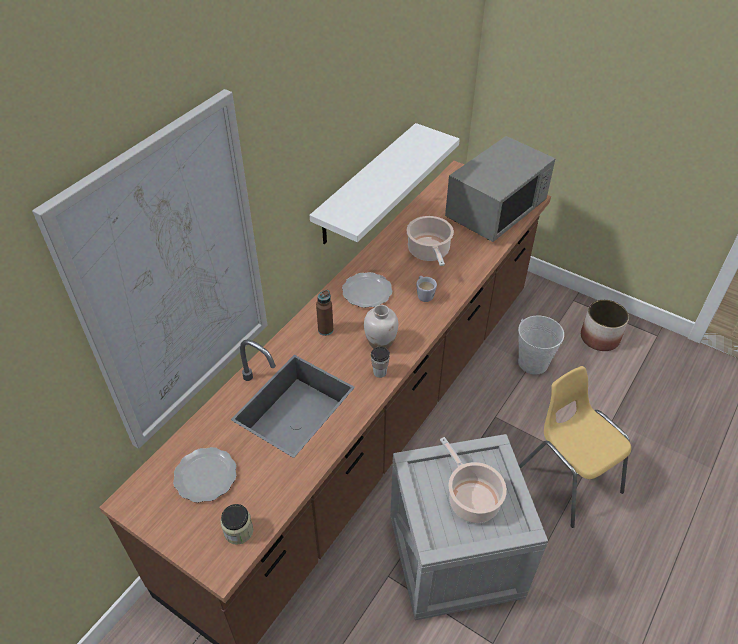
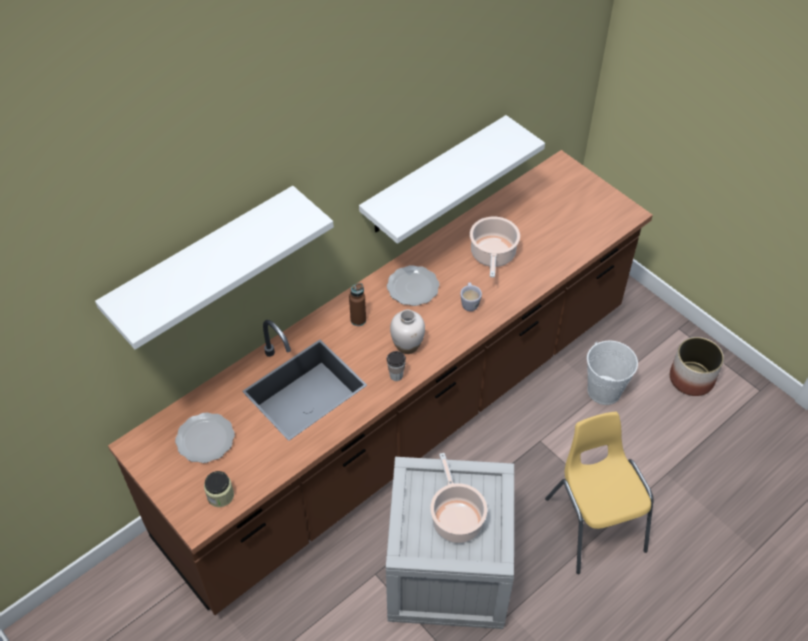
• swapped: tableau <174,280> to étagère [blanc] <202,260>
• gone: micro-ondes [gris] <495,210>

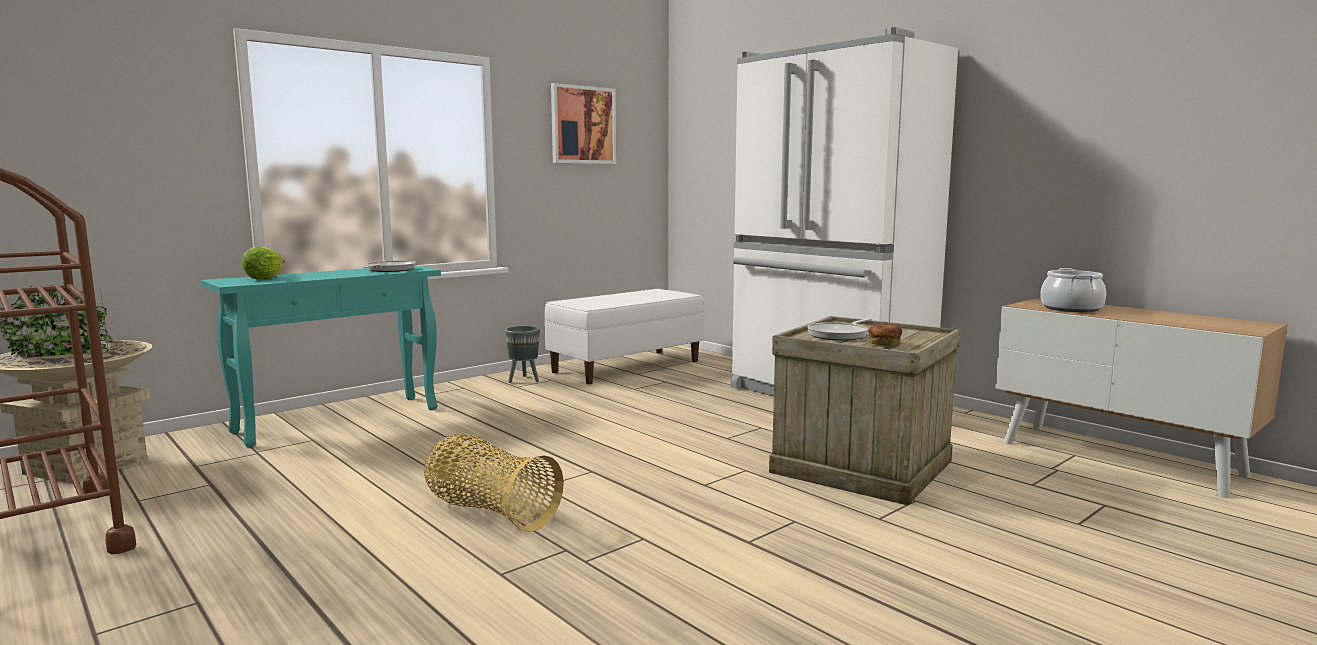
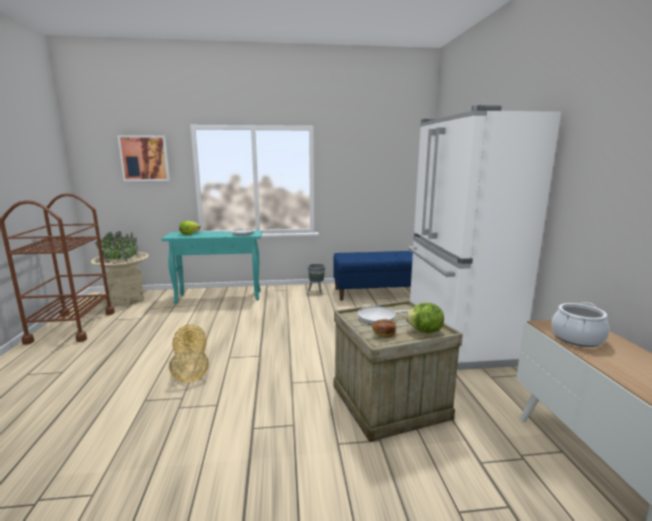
• shifted: tableau <583,125> to <144,158>
• repainted: banc [blanc] <627,366> to banc [bleu] <376,292>
• new: laitue <424,331>

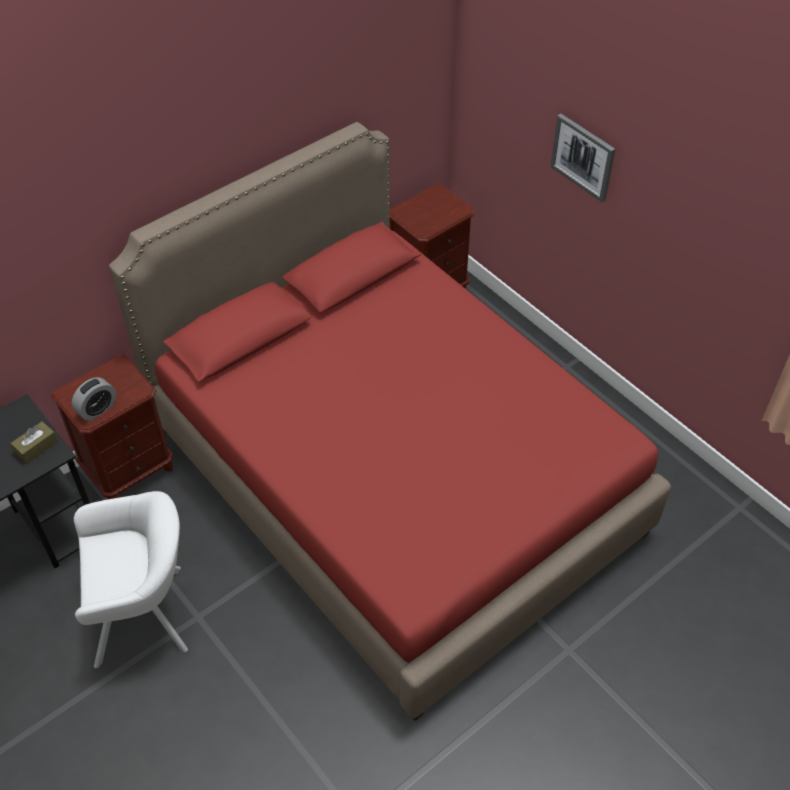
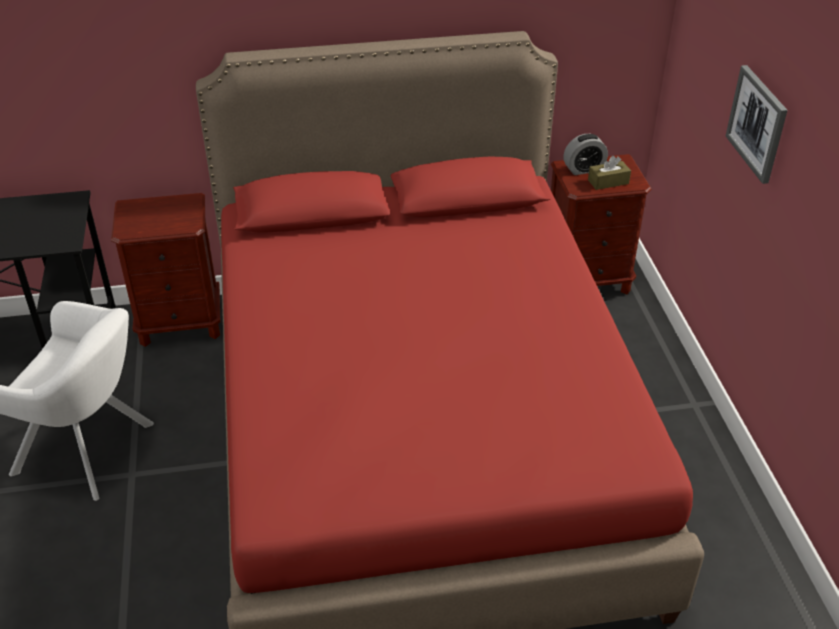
• shifted: réveil <97,409> to <583,169>
• shifted: boîte à mouchoirs [marron] <36,447> to <608,182>

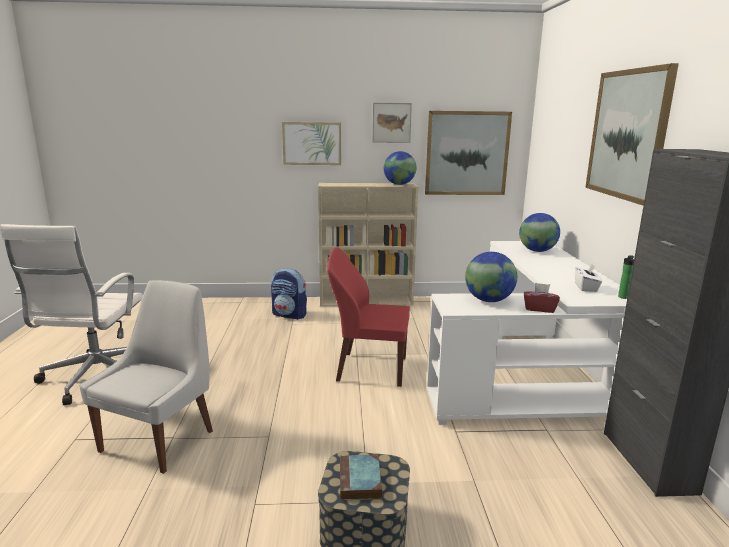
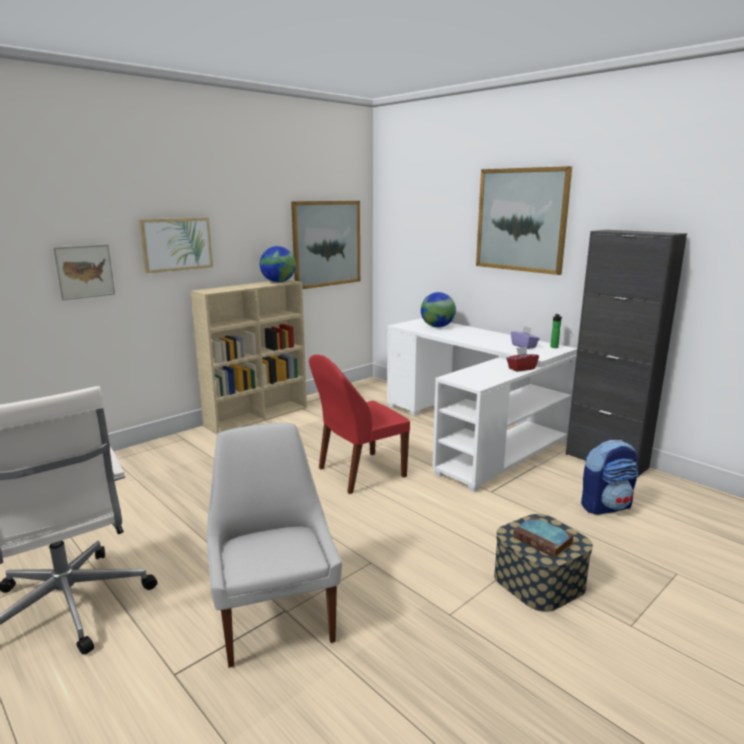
• shifted: tableau <391,122> to <84,271>
• gone: globe <488,300>
• repainted: boîte à mouchoirs [blanc] <586,288> to boîte à mouchoirs [violet] <524,346>
• shifted: sac à dos <290,315> to <606,506>

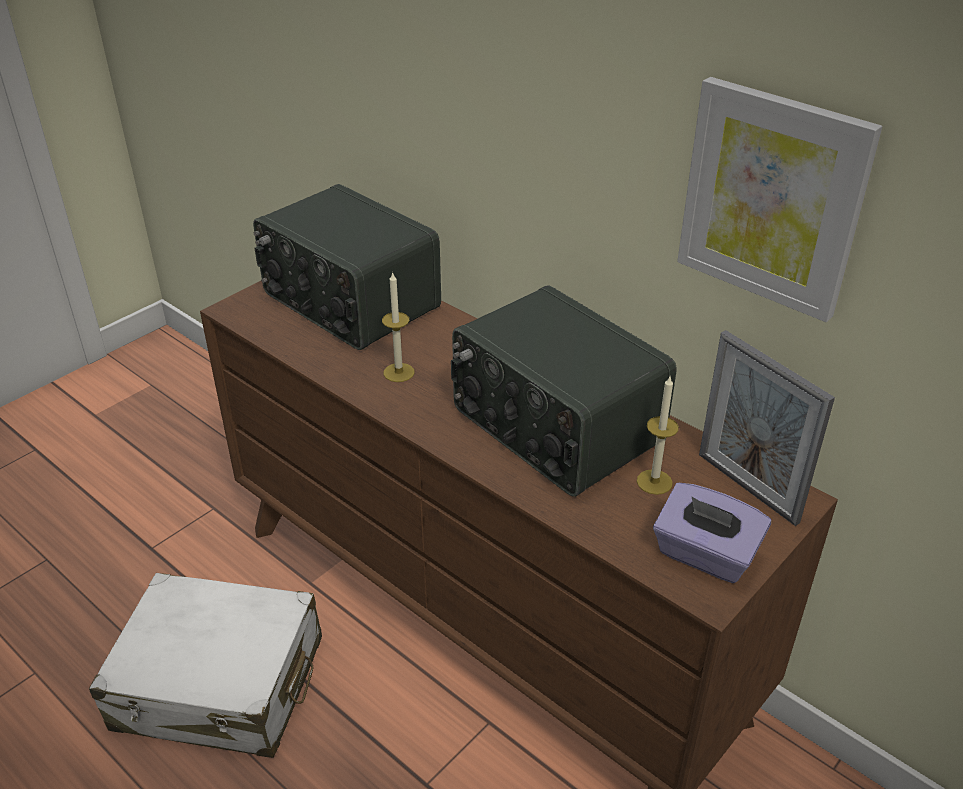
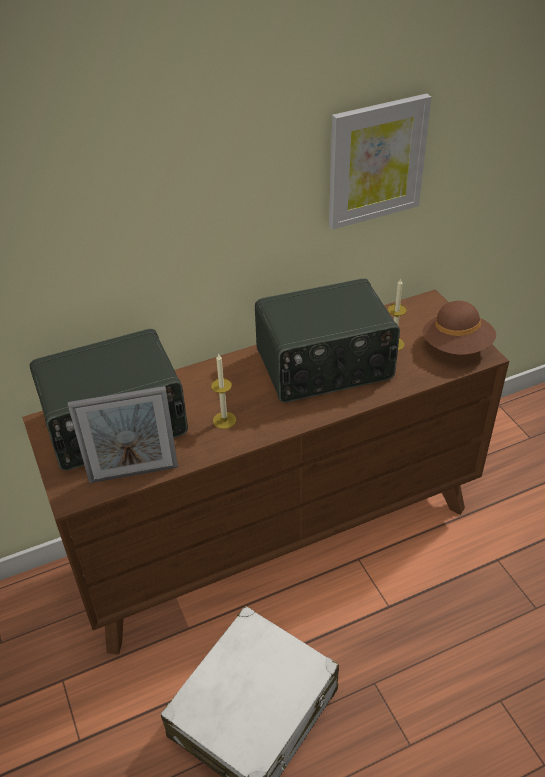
• shifted: cadre photo <747,487> to <133,473>
• swapped: boîte à mouchoirs [violet] <705,555> to chapeau [marron] <456,346>

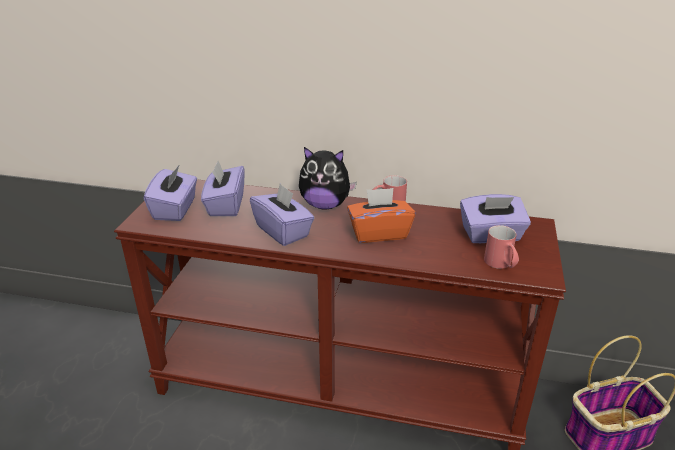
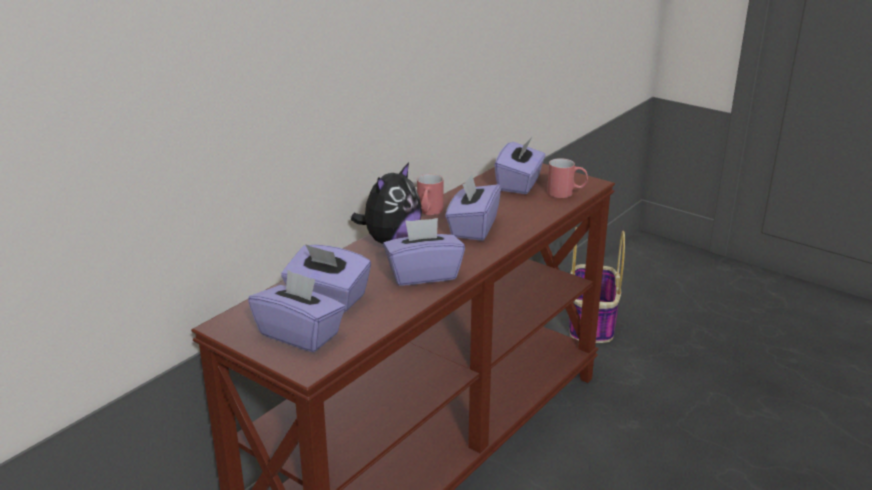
• repainted: boîte à mouchoirs [orange] <379,233> to boîte à mouchoirs [violet] <472,228>

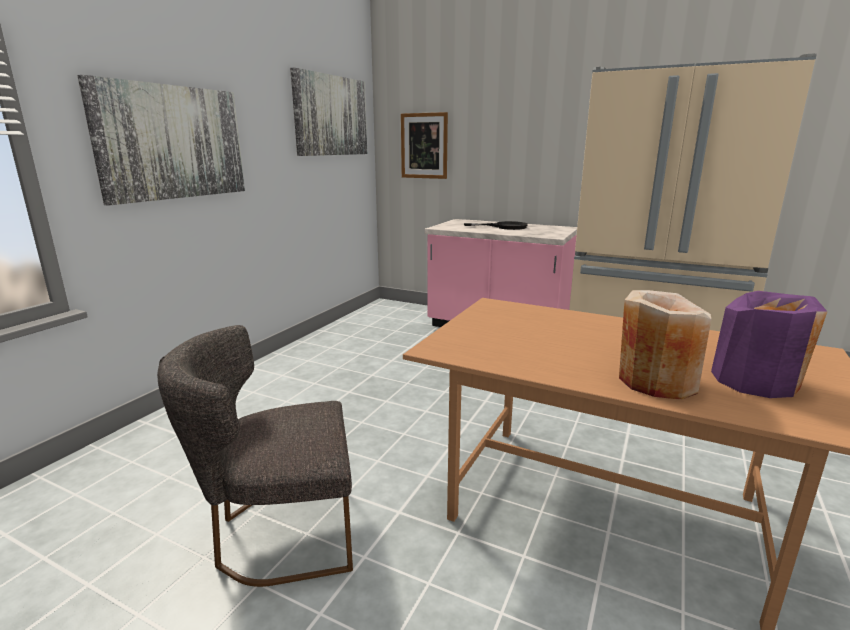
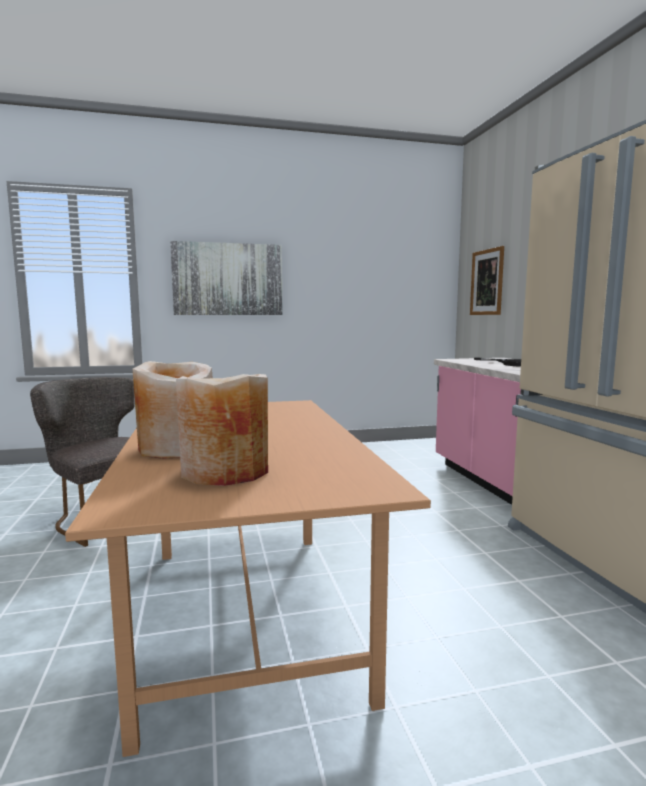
• gone: tableau <331,116>
• repainted: vase [violet] <756,380> to vase [beige] <225,471>

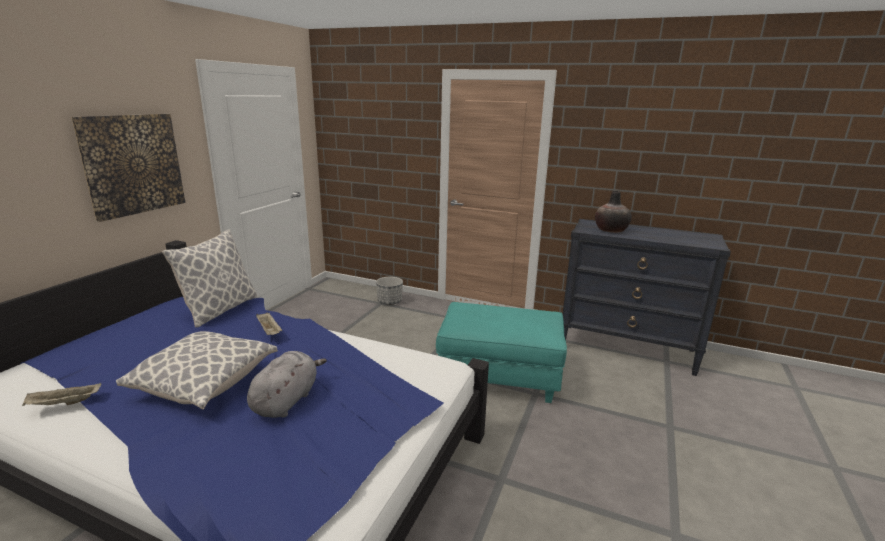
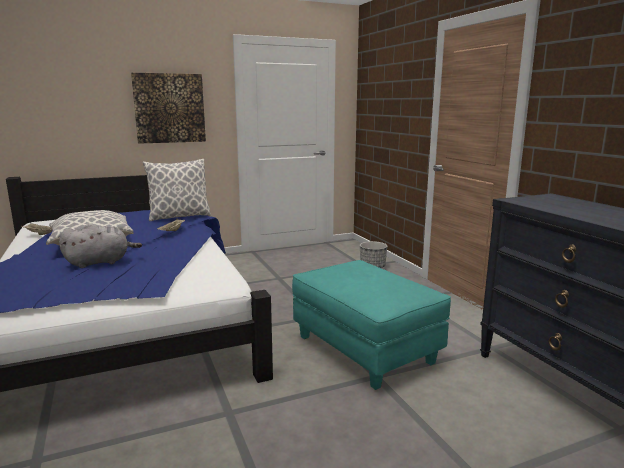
• gone: vase <610,230>

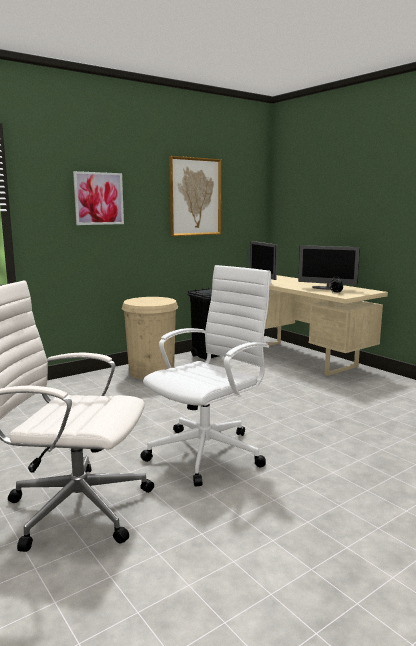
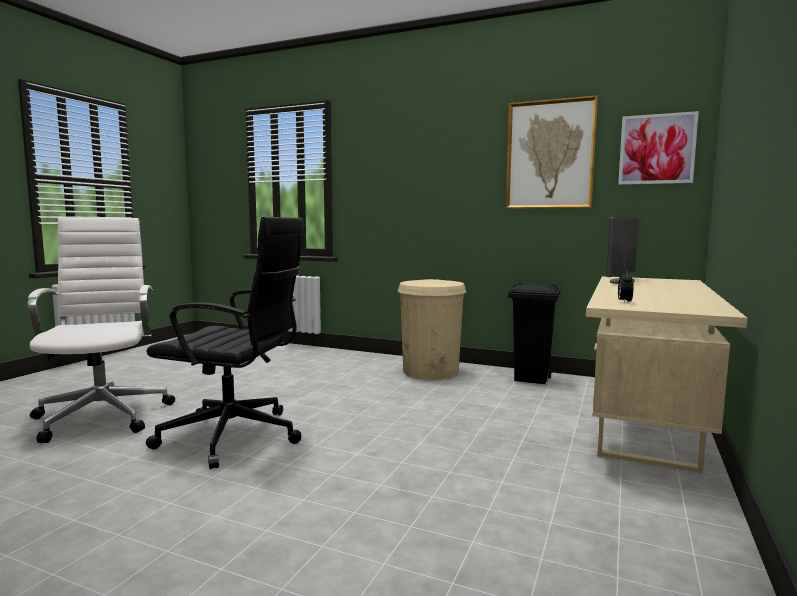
• shifted: tableau <98,198> to <657,149>
• gone: écran d'ordinateur <327,288>
• repainted: chaise de bureau [blanc] <208,452> to chaise de bureau [noir] <235,437>

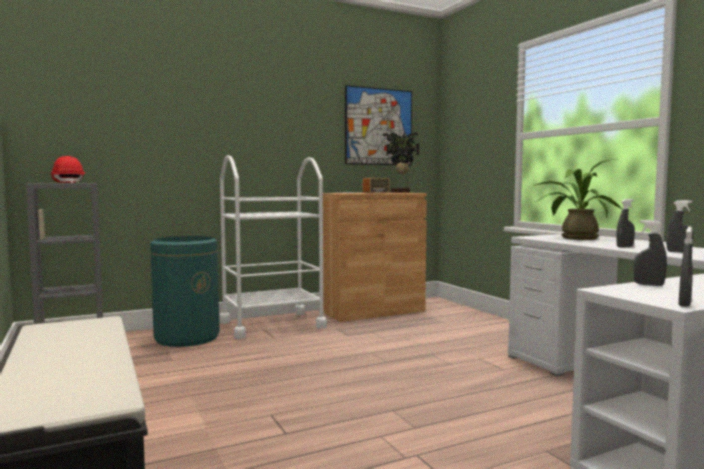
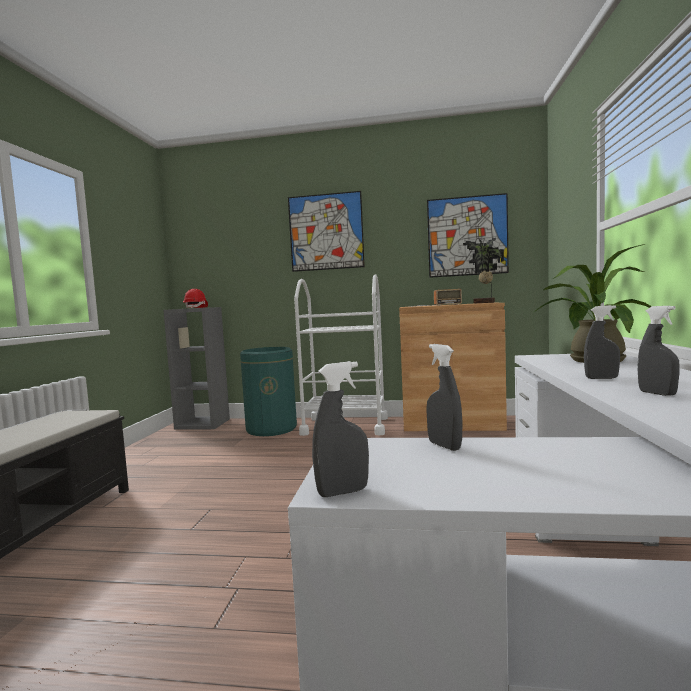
• new: tableau <326,232>

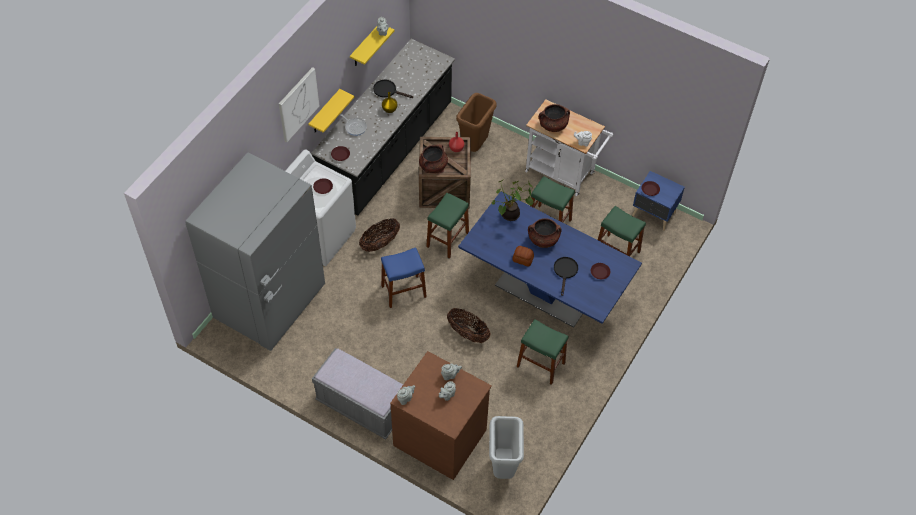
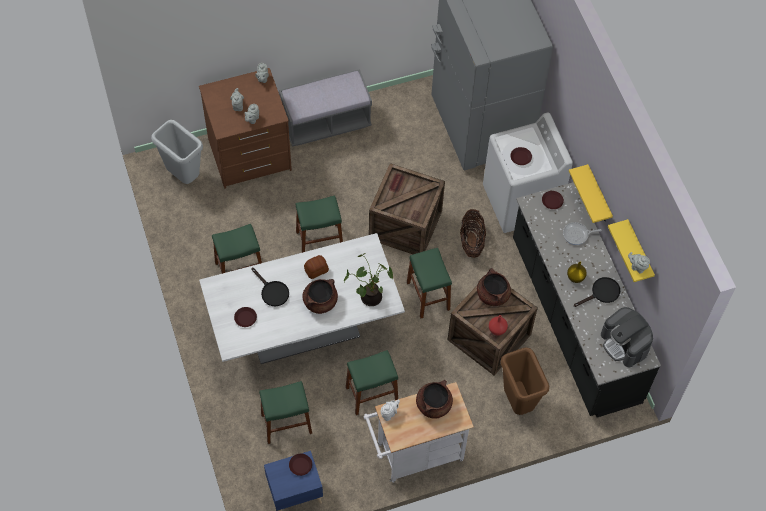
• gone: tableau <298,104>
• repainted: table à manger [bleu] <544,291> to table à manger [blanc] <304,329>
• swapped: tabouret [bleu] <403,291> to caisse <405,224>
• swapped: panier <468,333> to tabouret [vert] <319,240>
• new: machine à café <624,344>

